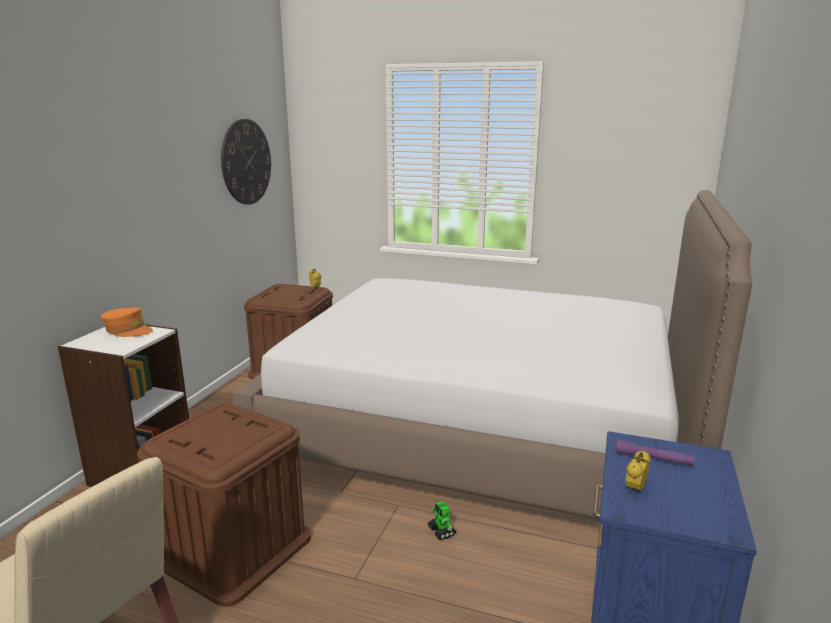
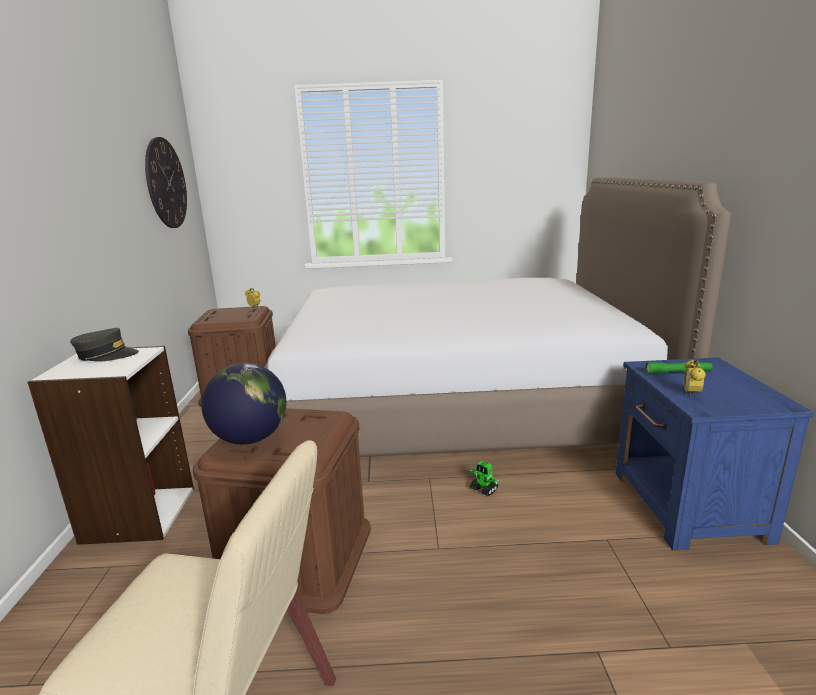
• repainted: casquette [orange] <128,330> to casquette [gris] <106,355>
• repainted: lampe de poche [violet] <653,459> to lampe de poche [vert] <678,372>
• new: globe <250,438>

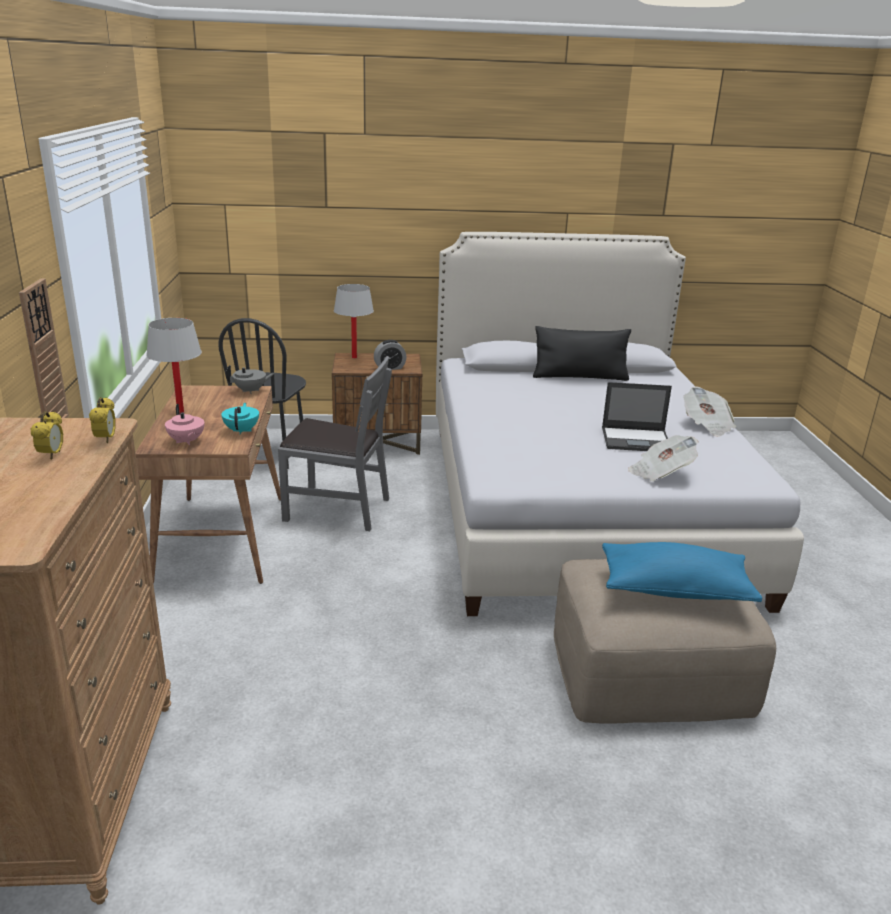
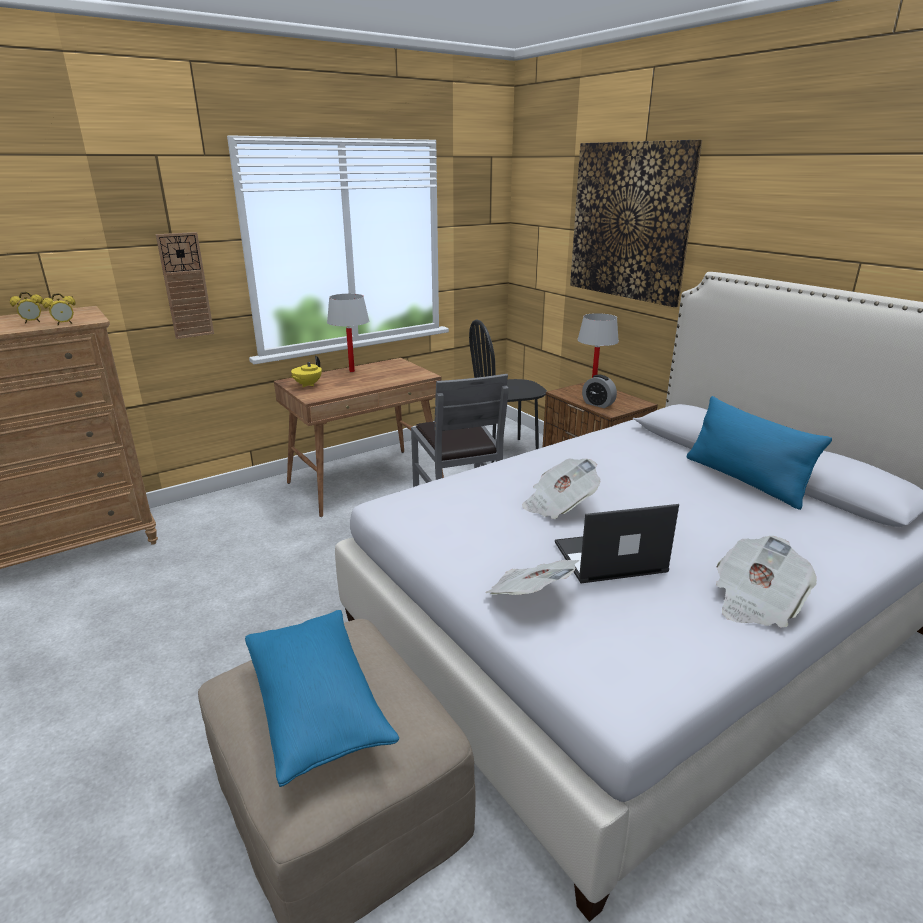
• repainted: coussin [noir] <579,377> to coussin [bleu] <744,480>
• gone: théière [gris] <251,391>
• rotated: ordinateur portable <637,440> = <608,557> 105 degrees clockwise
• gone: théière [turquoise] <242,430>
• repainted: théière [rose] <186,441> to théière [jaune] <307,385>
• new: tableau <629,222>
• new: journal <559,505>

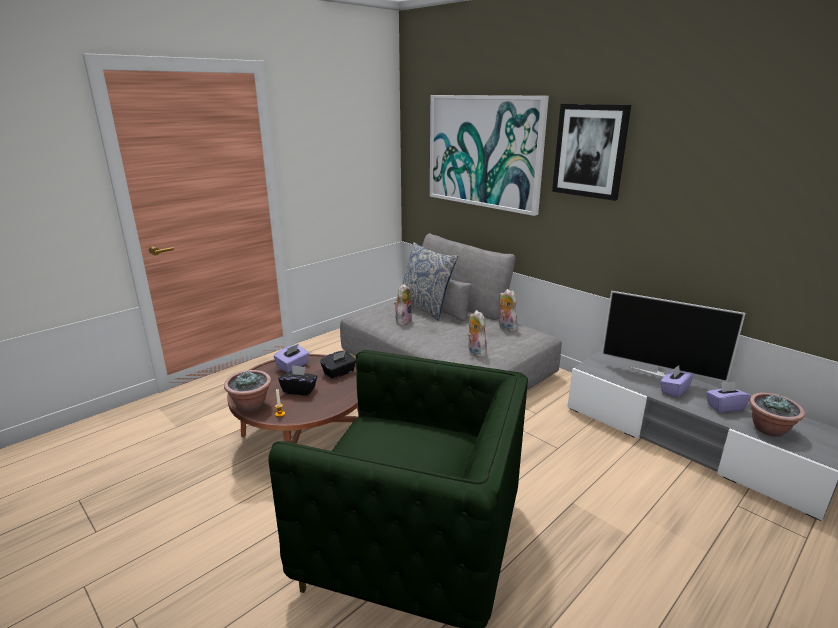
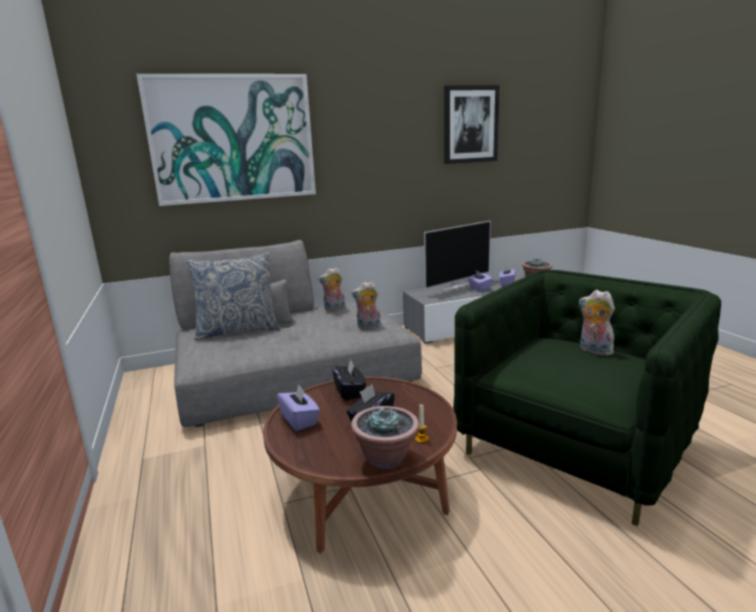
• shifted: tableau <590,151> to <470,124>
• shifted: peluche <403,321> to <593,351>

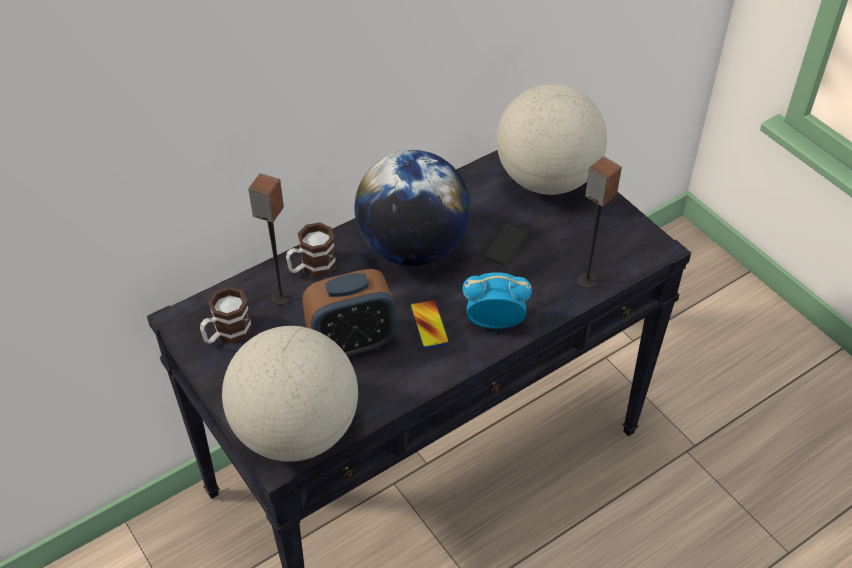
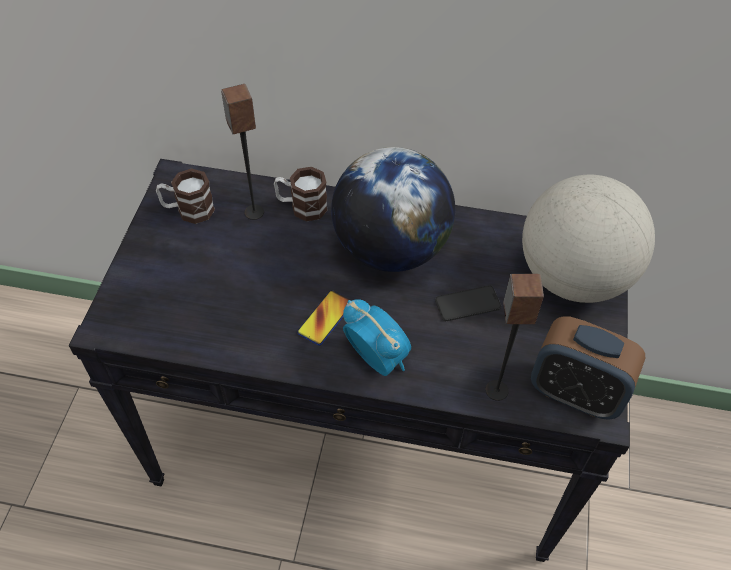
• shifted: réveil <352,342> to <575,393>
• gone: globe <296,431>

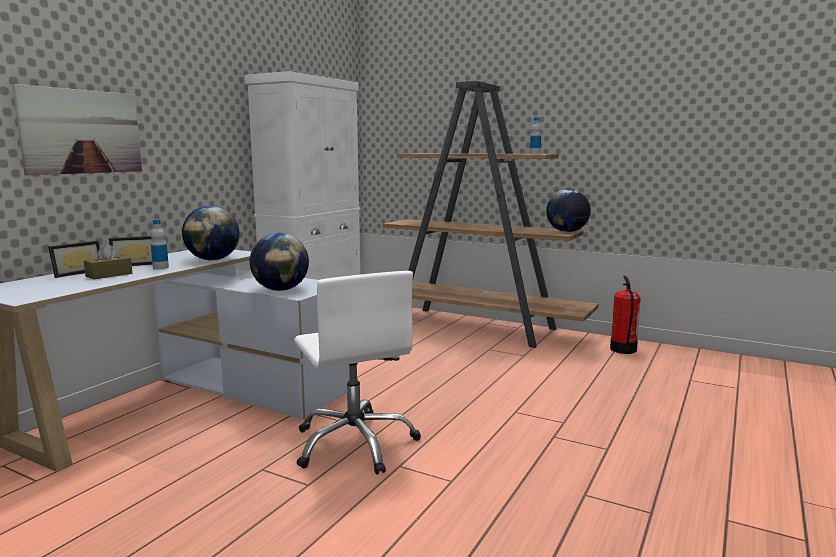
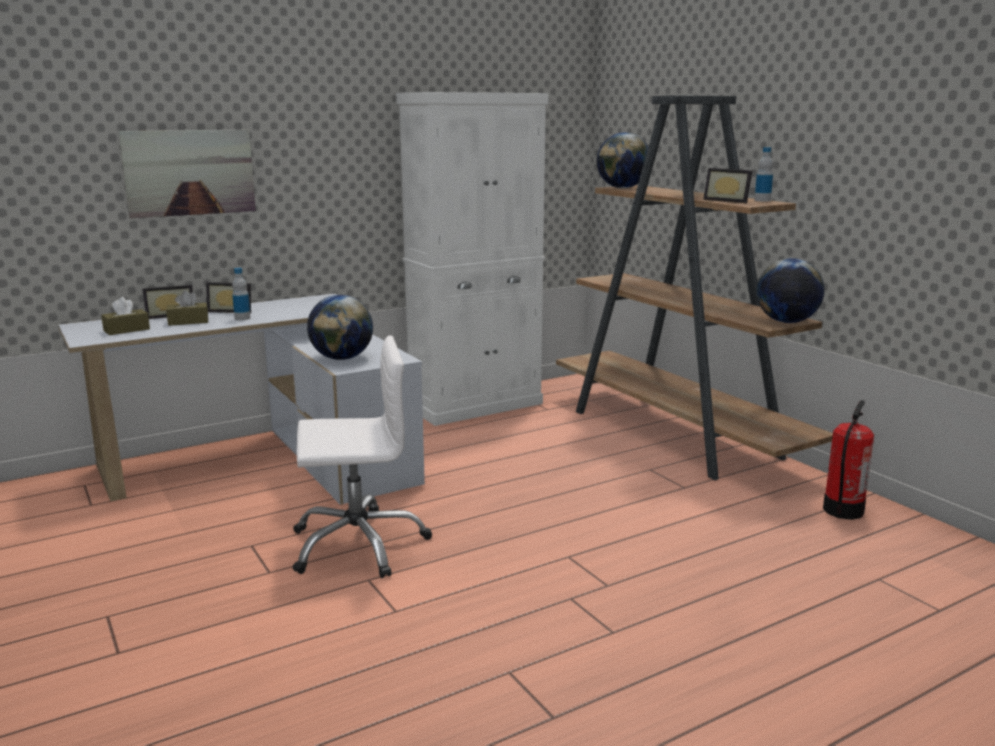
• shifted: globe <213,260> to <622,188>
• rotated: chaise de bureau [blanc] <355,443> = <358,544> 105 degrees counterclockwise
• new: cadre photo <728,201>
• new: boîte à mouchoirs [marron] <126,330>

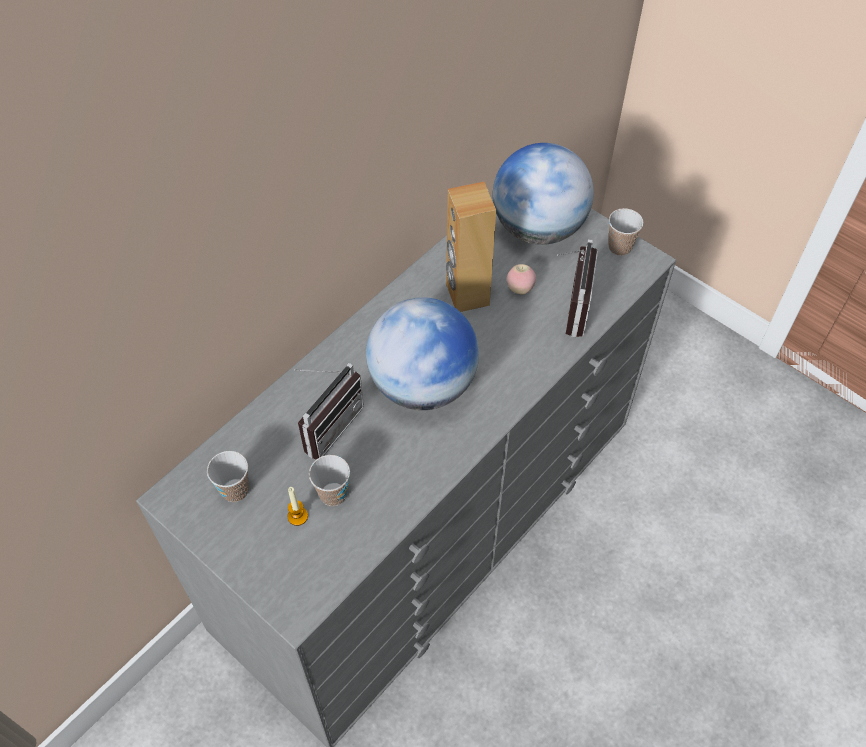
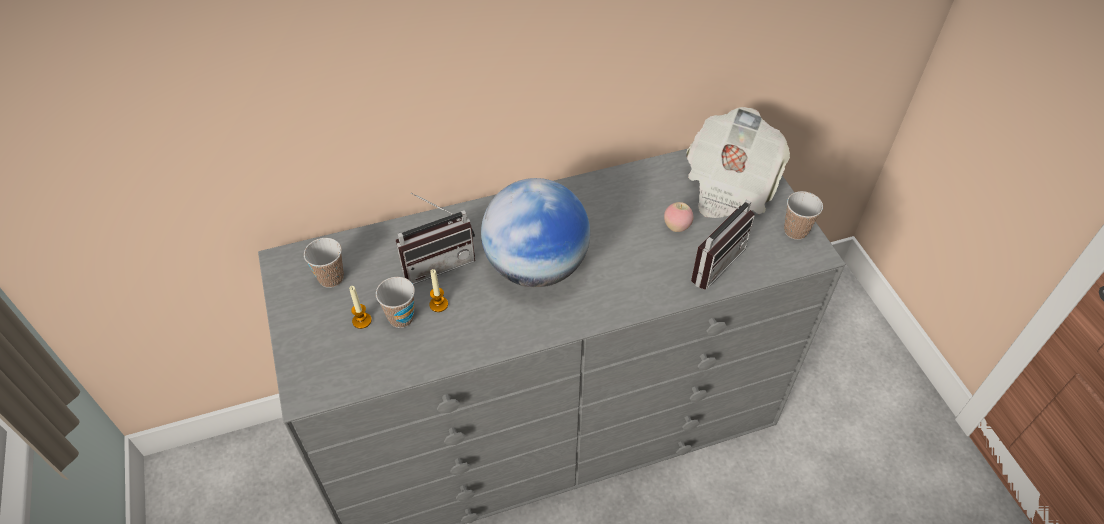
• swapped: globe <538,228> to journal <729,185>
• gone: enceinte [marron] <466,295>
• new: bougie <438,304>

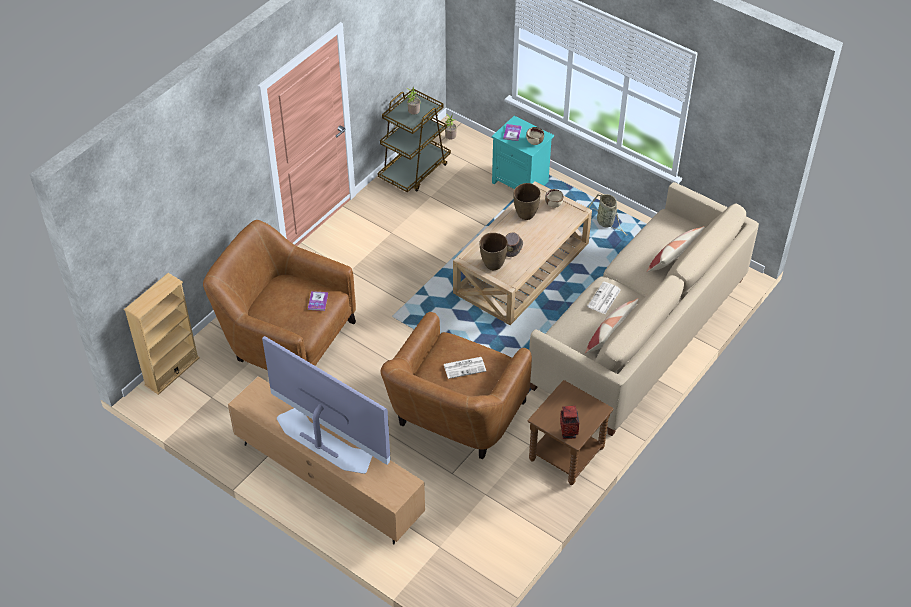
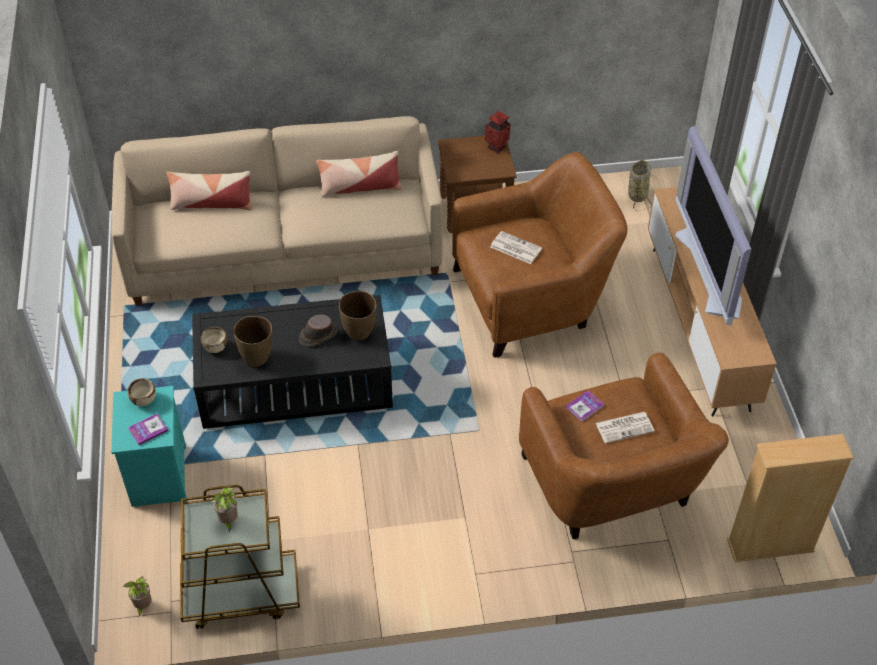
• repainted: table basse [beige] <522,268> to table basse [noir] <295,381>
• shifted: panier <606,223> to <637,194>
• shifted: journal <604,299> to <625,427>

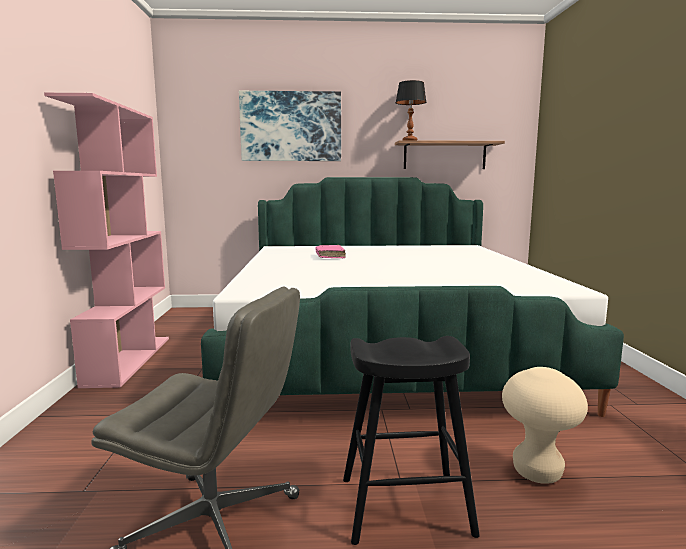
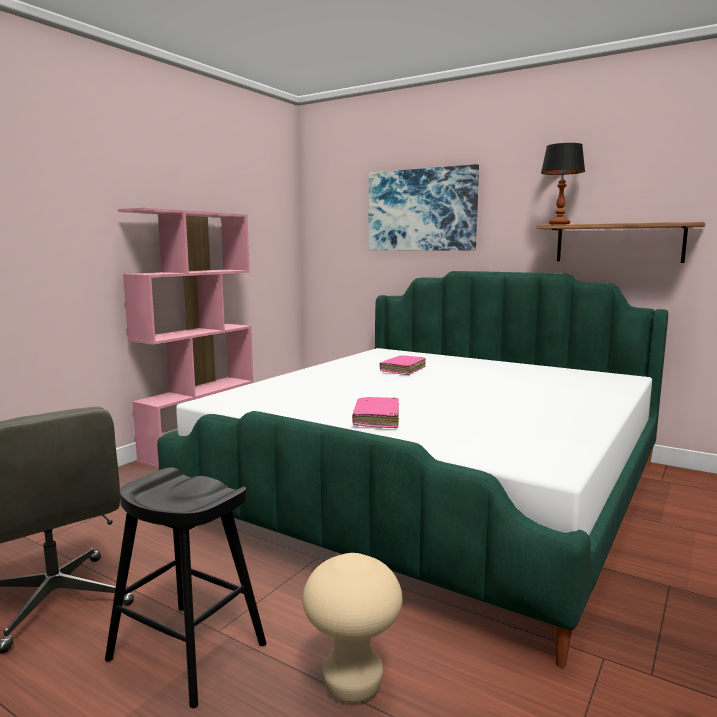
• new: livre [rose] <376,419>

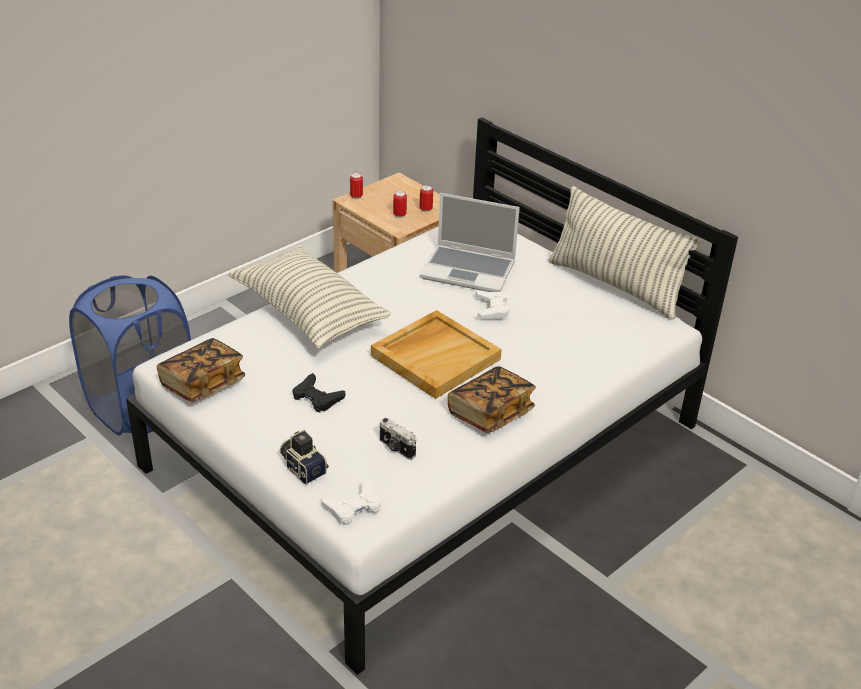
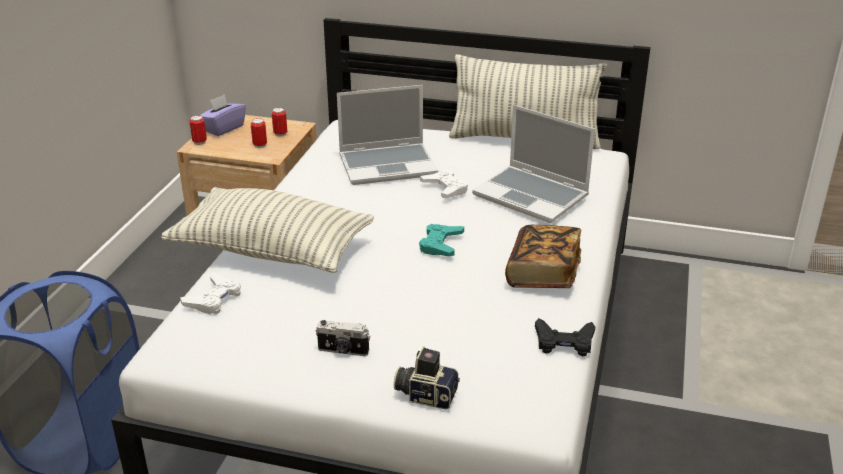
• swapped: plateau [beige] <435,356> to manette [turquoise] <441,244>
• gone: livre <202,384>
• shifted: manette [noir] <317,397> to <564,342>
• shifted: appareil photo <396,448> to <343,351>
• shifted: manette [blanc] <353,507> to <214,299>
• new: boîte à mouchoirs [violet] <223,128>
• new: ordinateur portable <532,196>

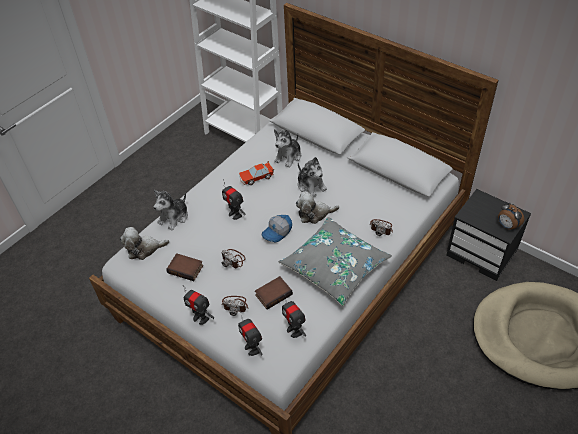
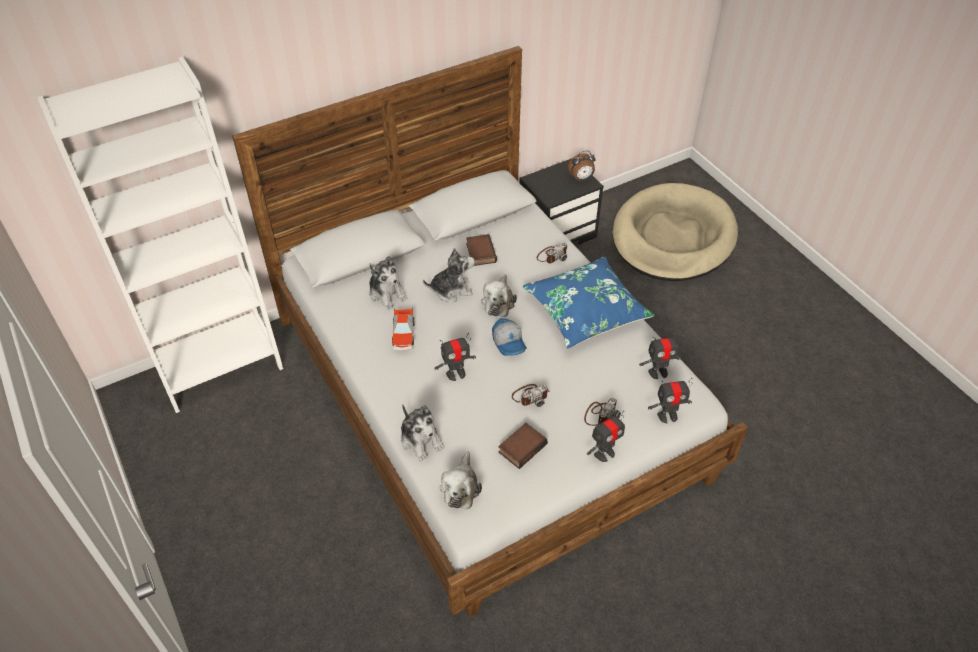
• repainted: coussin [gris] <335,266> to coussin [bleu] <586,311>
• shifted: livre <273,294> to <479,252>

